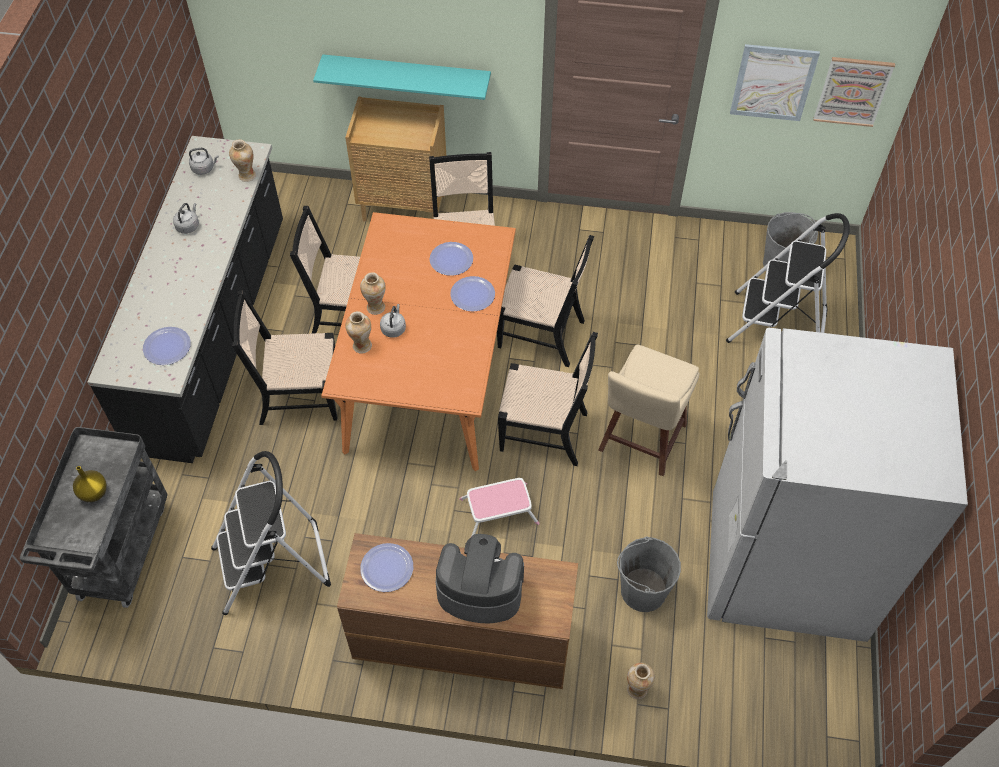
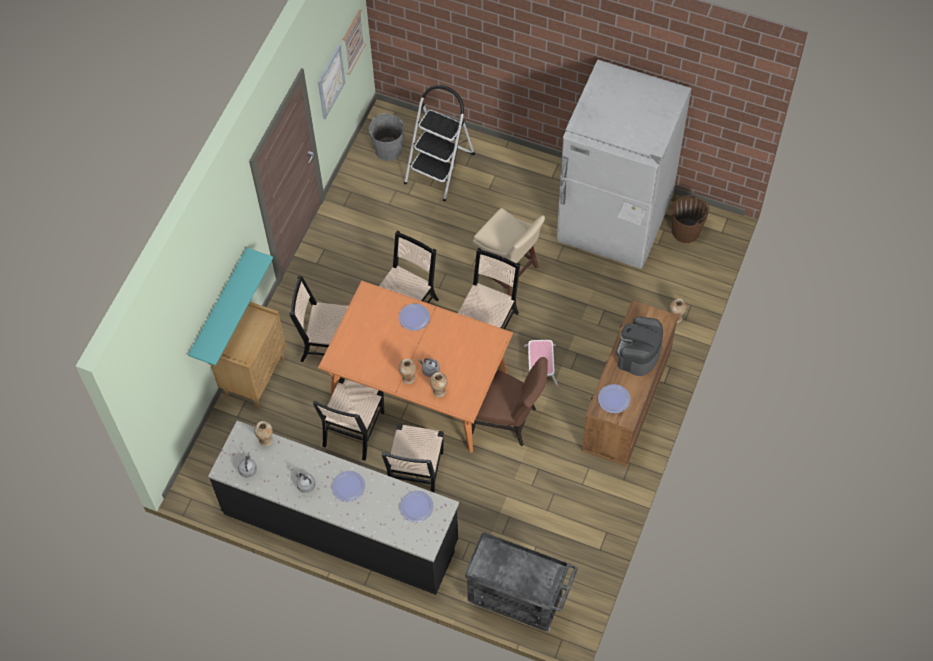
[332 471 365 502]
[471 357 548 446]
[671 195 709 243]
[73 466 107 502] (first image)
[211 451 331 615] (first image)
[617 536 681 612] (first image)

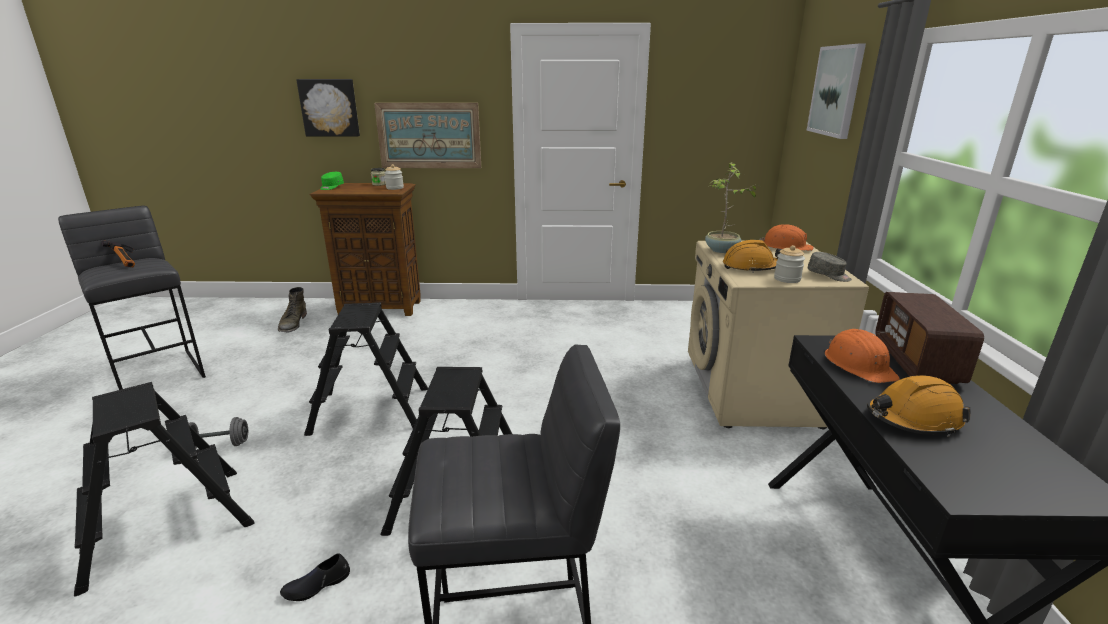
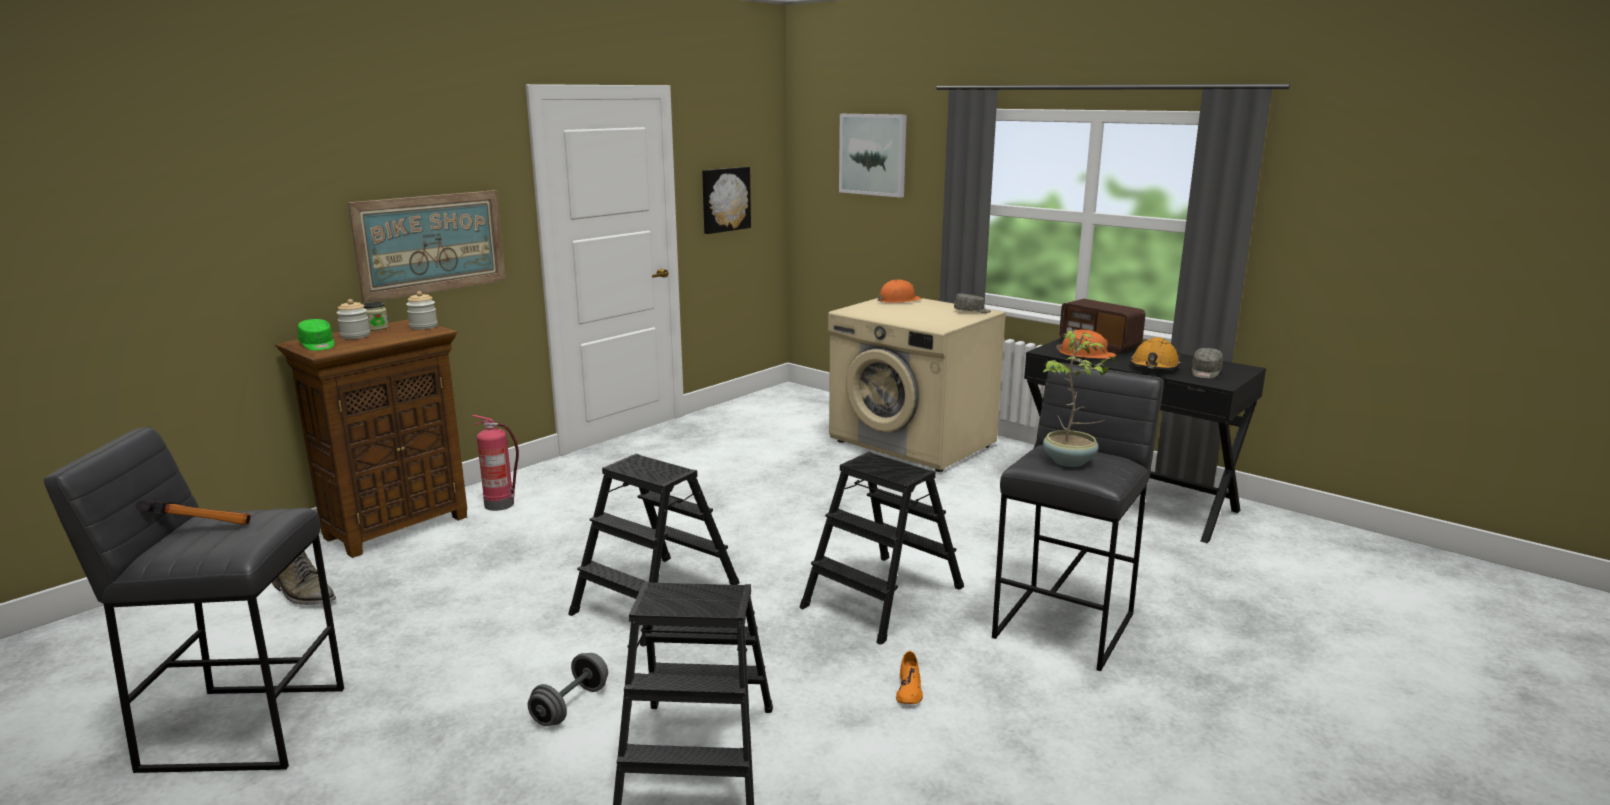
[337 299 370 339]
[472 415 519 511]
[702 167 751 234]
[896 651 923 704]
[1043 331 1116 467]
[1192 348 1223 379]
[723 240 782 273] (first image)

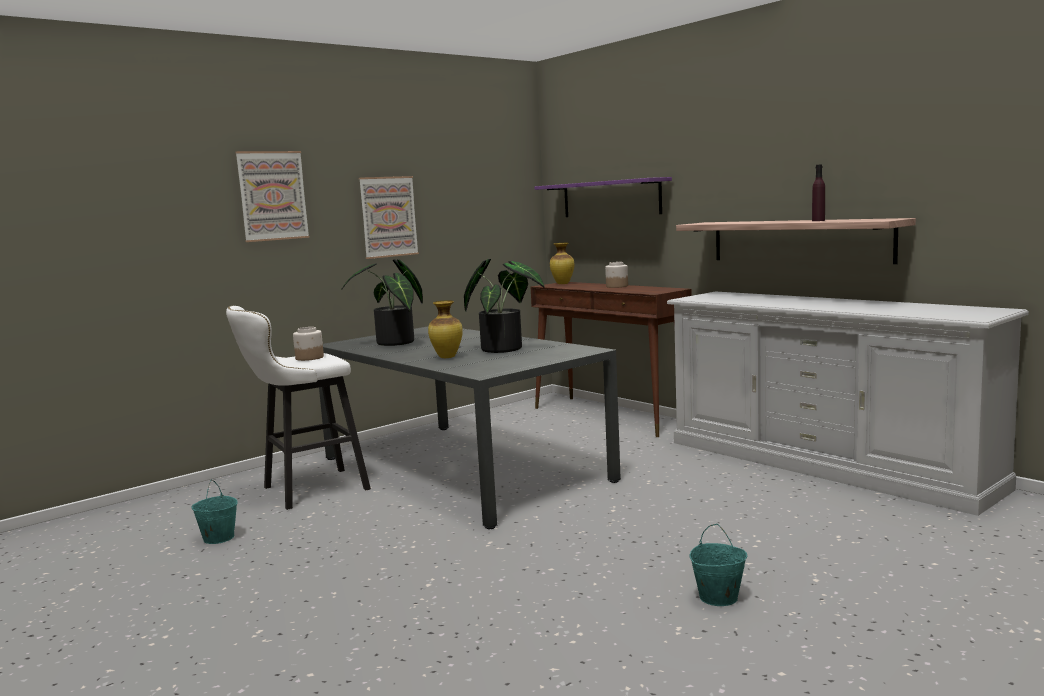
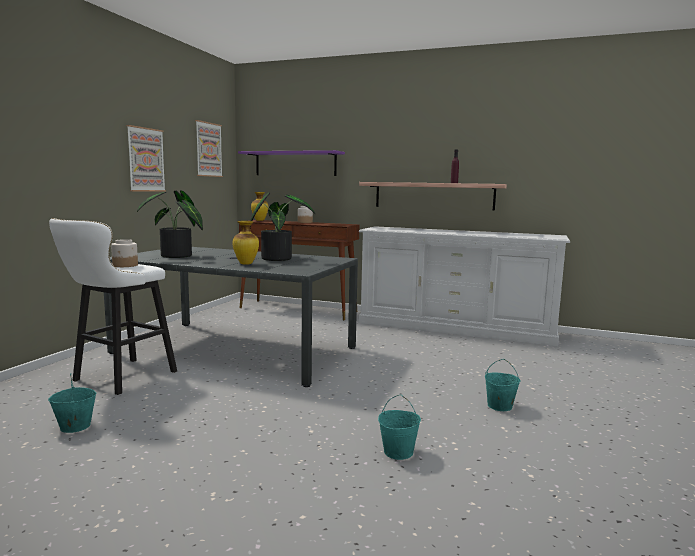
[195 120 223 177]
[378 395 421 460]

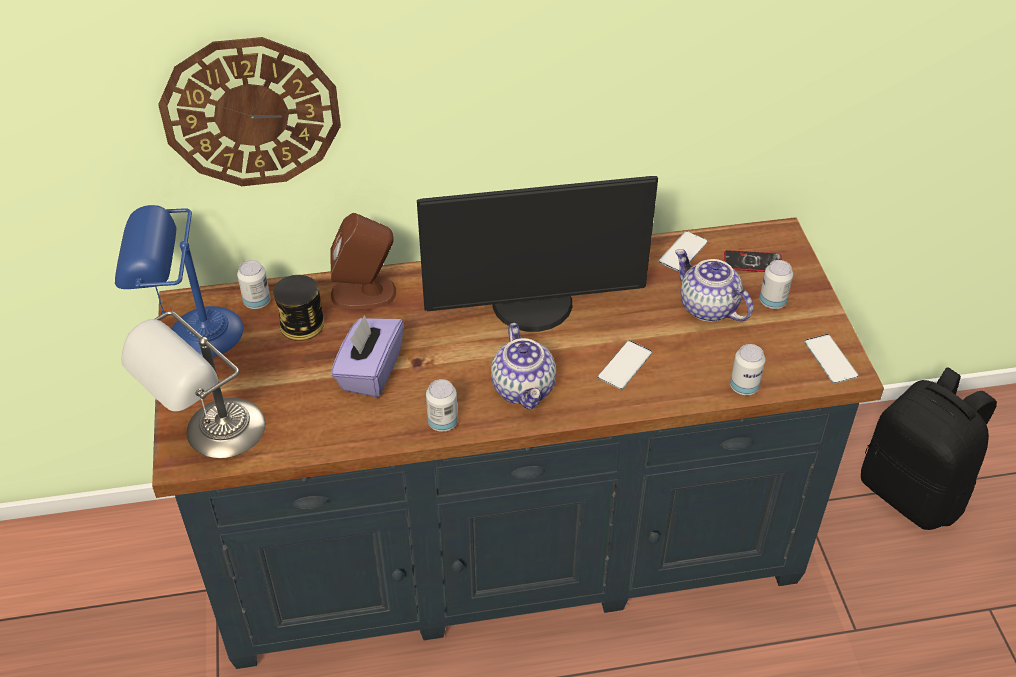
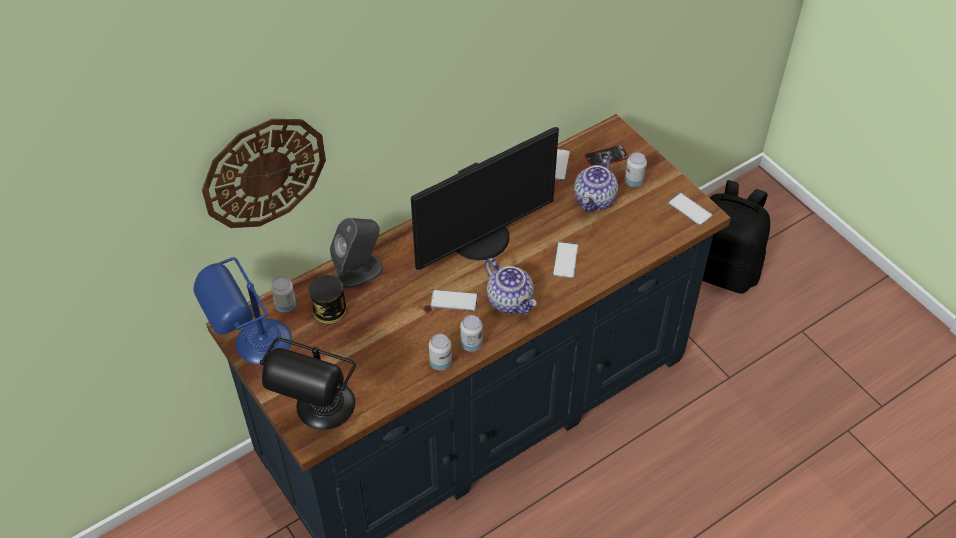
[260 337 356 430]
[330 218 383 288]
[429 334 452 370]
[431 290 478 311]
[574 156 618 212]
[331 315 404 397] (first image)

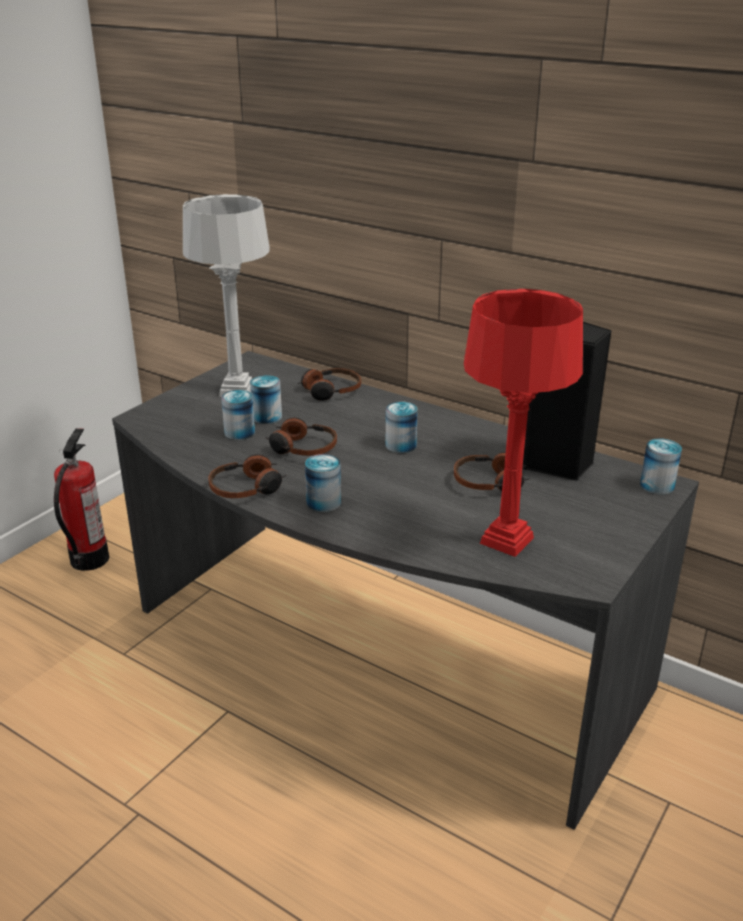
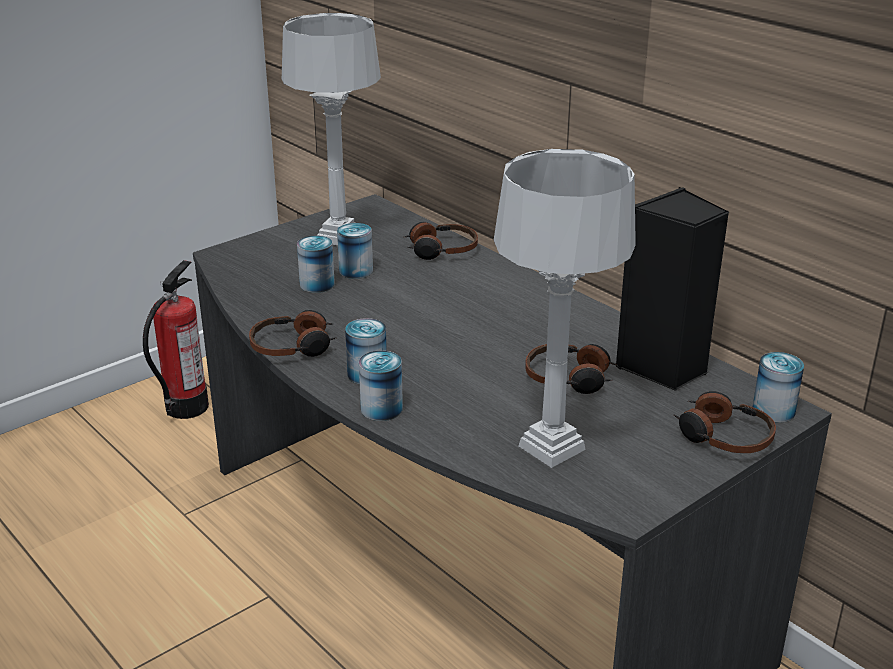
[359 351 403 421]
[494 149 636 468]
[674 391 776 453]

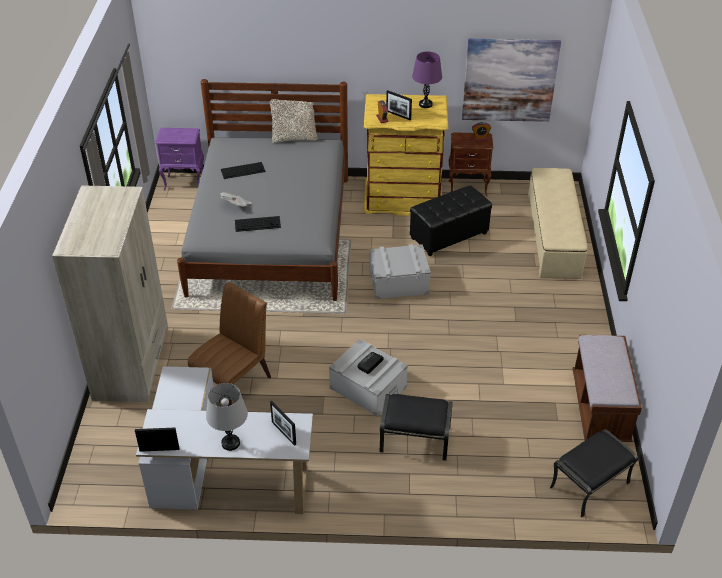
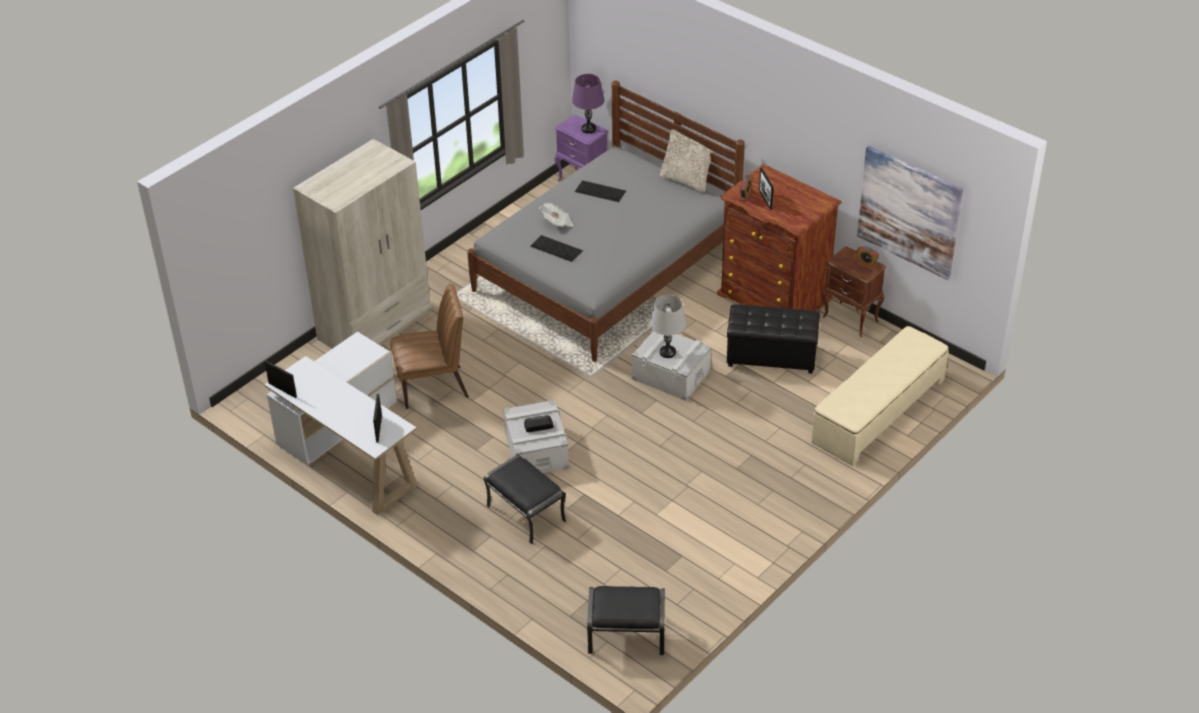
[572 74 604 134]
[650 295 686 358]
[717 164 842 311]
[573 335 642 442] (first image)

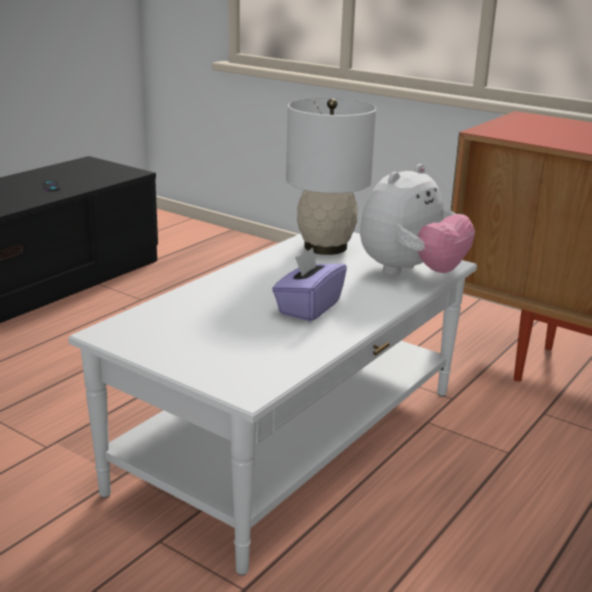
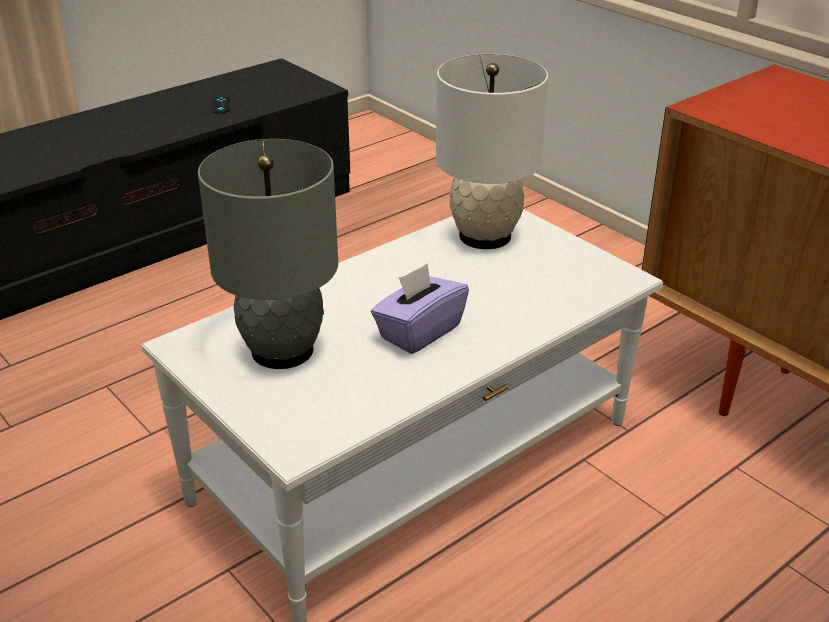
[198 139 338 369]
[360 164 475 275] (first image)

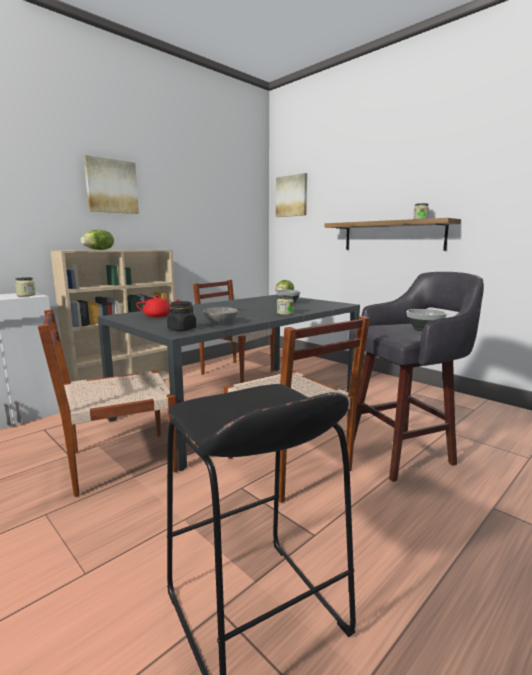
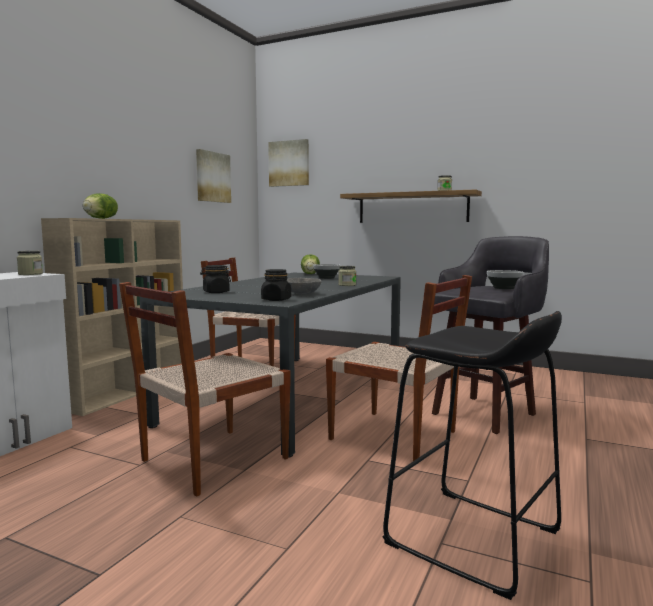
[196 149 231 203]
[200 265 231 293]

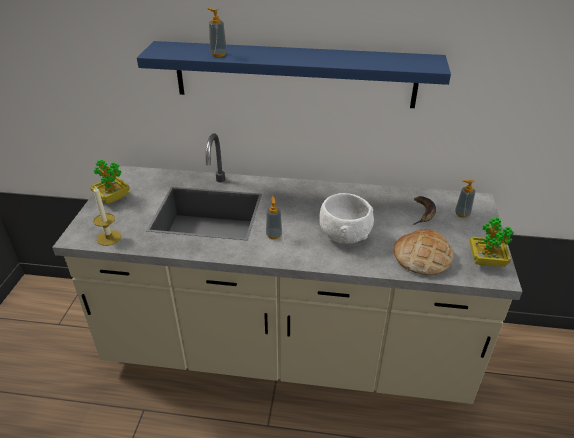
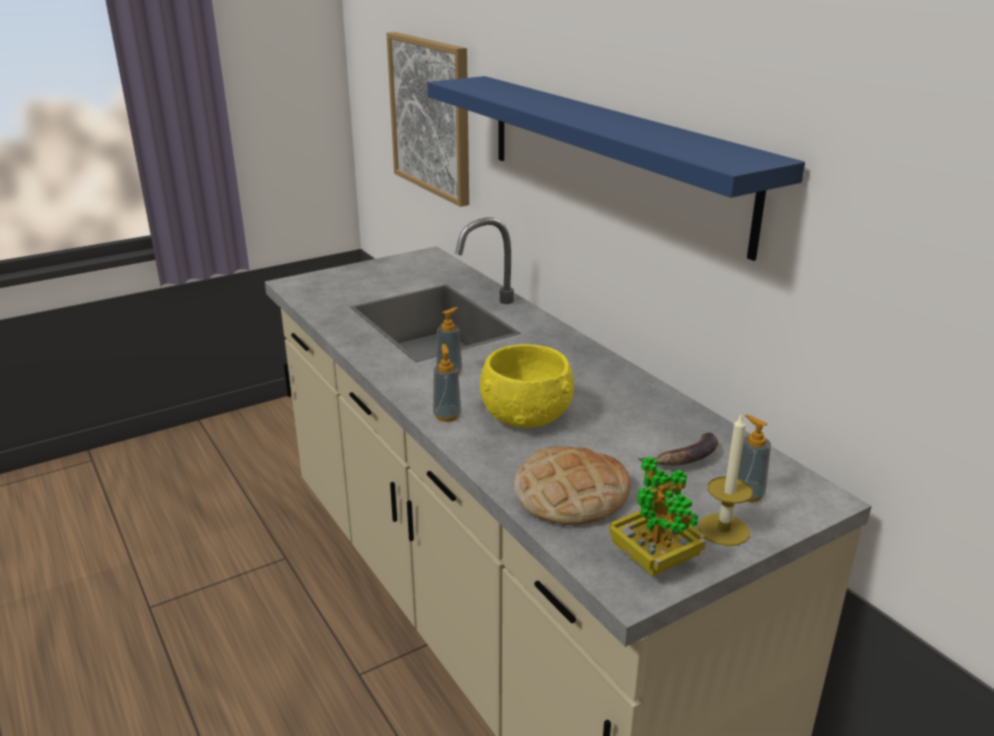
[386 32 469 207]
[433 344 461 422]
[480 344 574 428]
[698 412 753 546]
[90 159 130 203] (first image)

